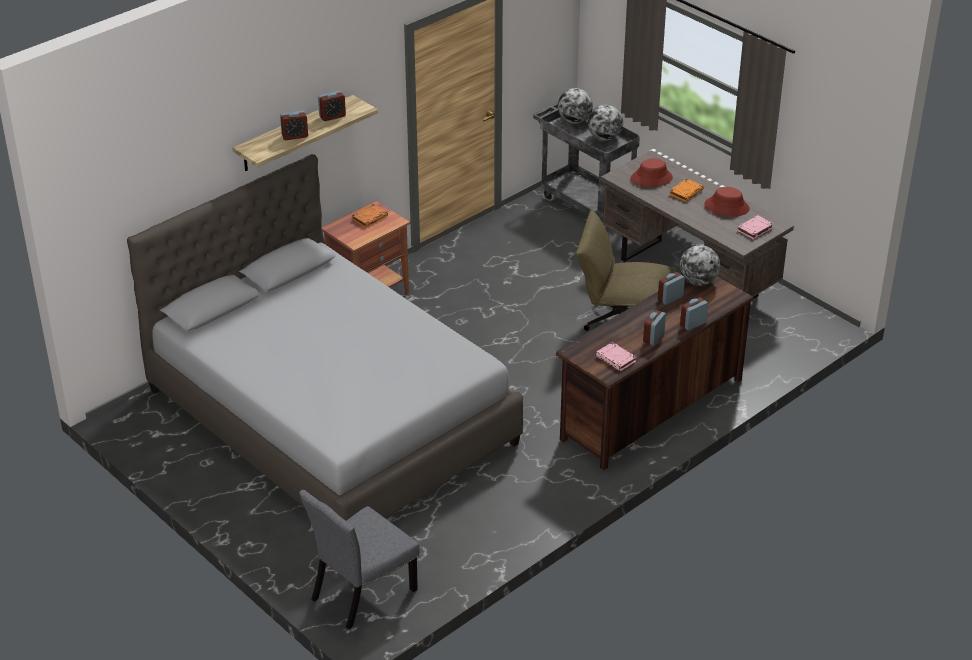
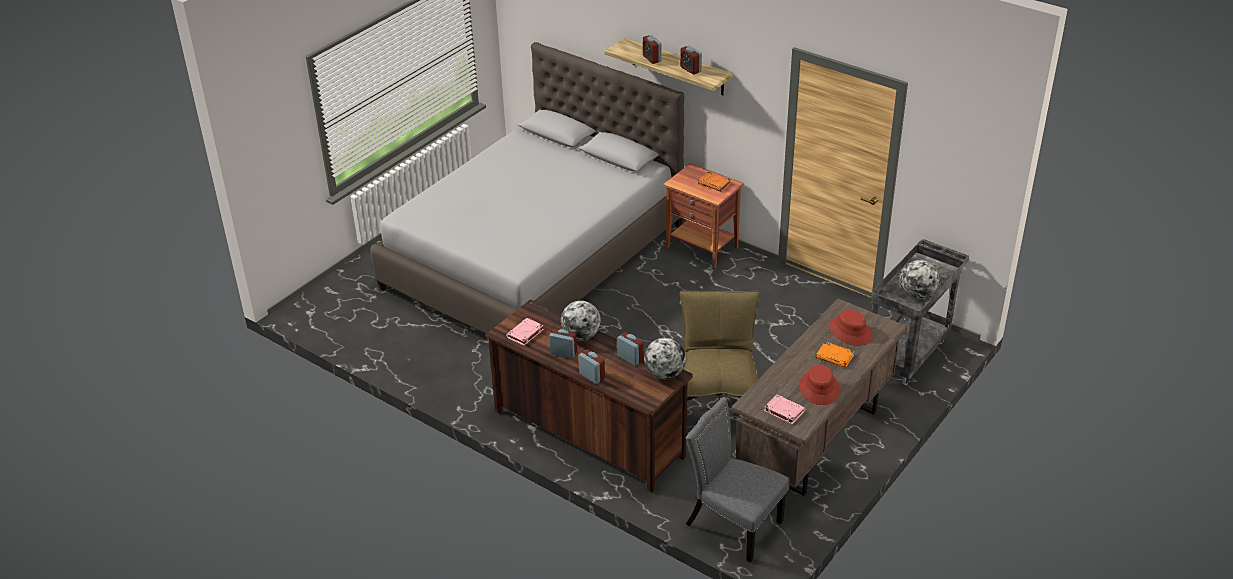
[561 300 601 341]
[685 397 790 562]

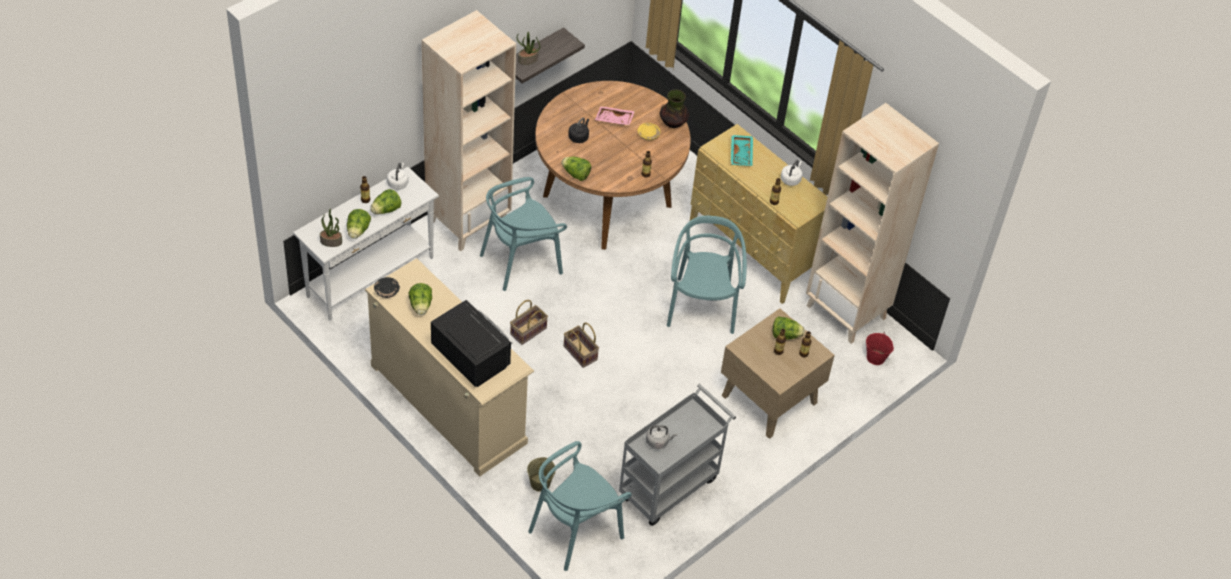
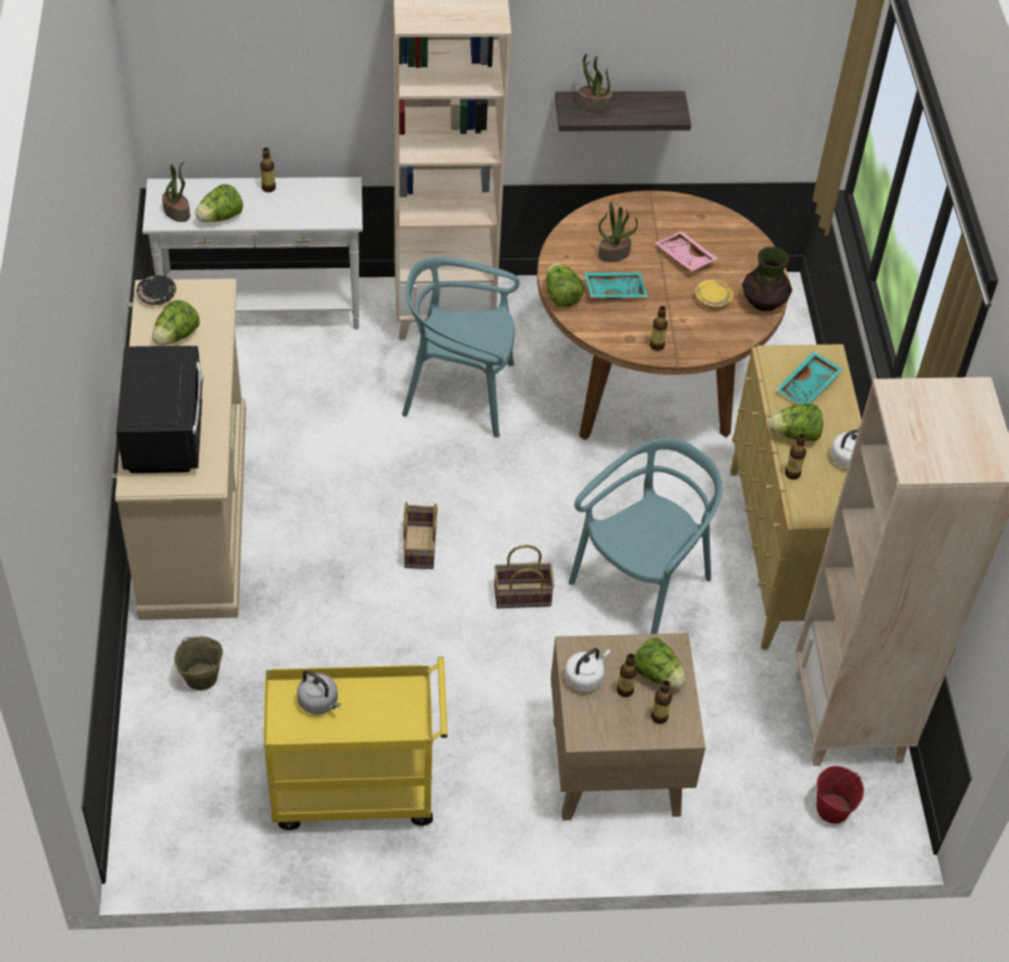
[264 657 448 830]
[494 545 554 608]
[565 648 611 692]
[584 272 648 299]
[598 201 638 262]
[769 404 823 442]
[528 441 632 571] (first image)

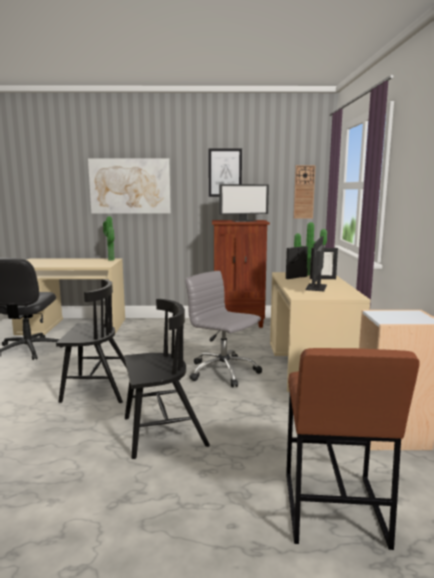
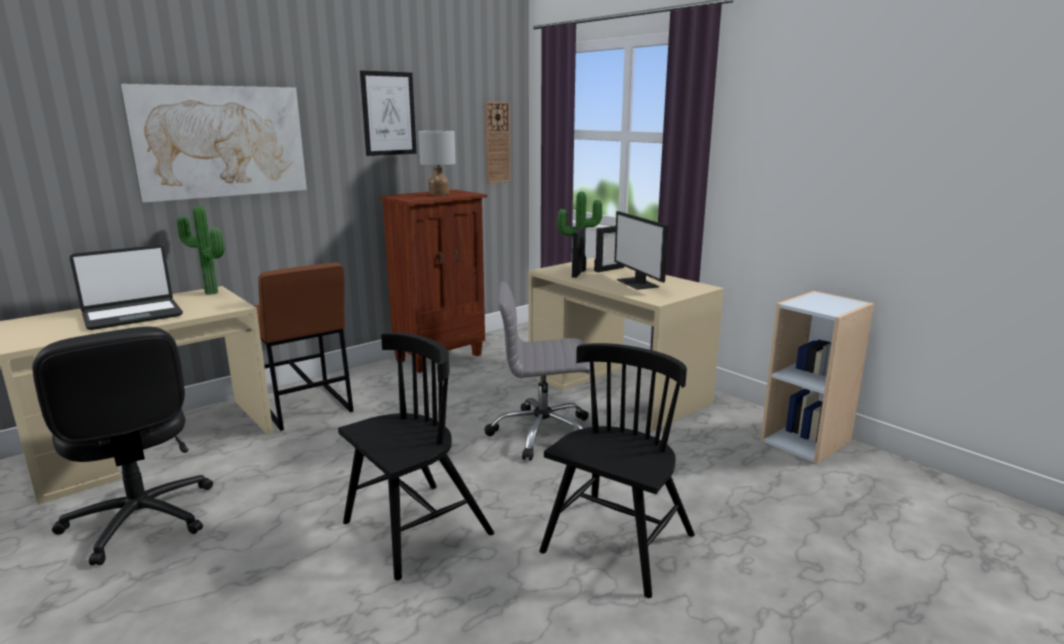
[70 245 183 330]
[255 263 353 431]
[418 131 456 196]

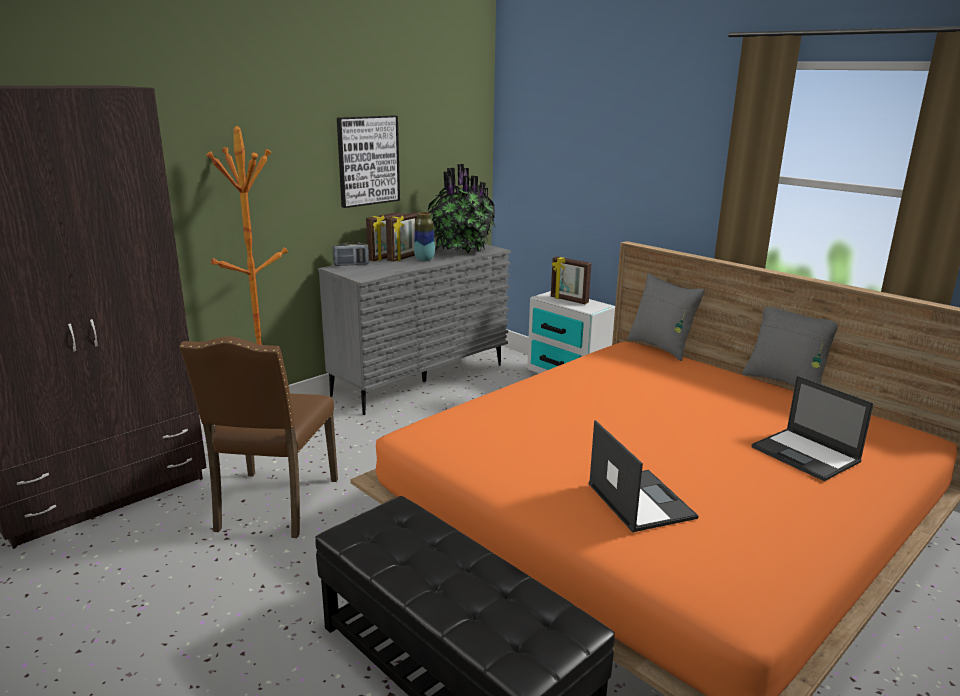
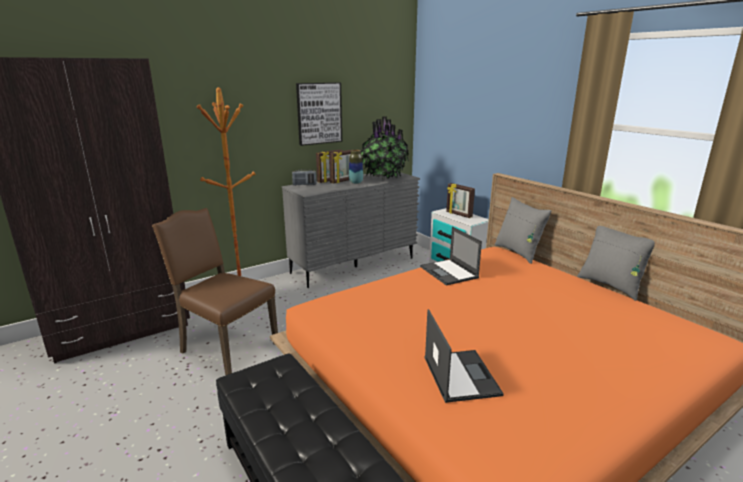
[152 208 278 376]
[420 226 482 286]

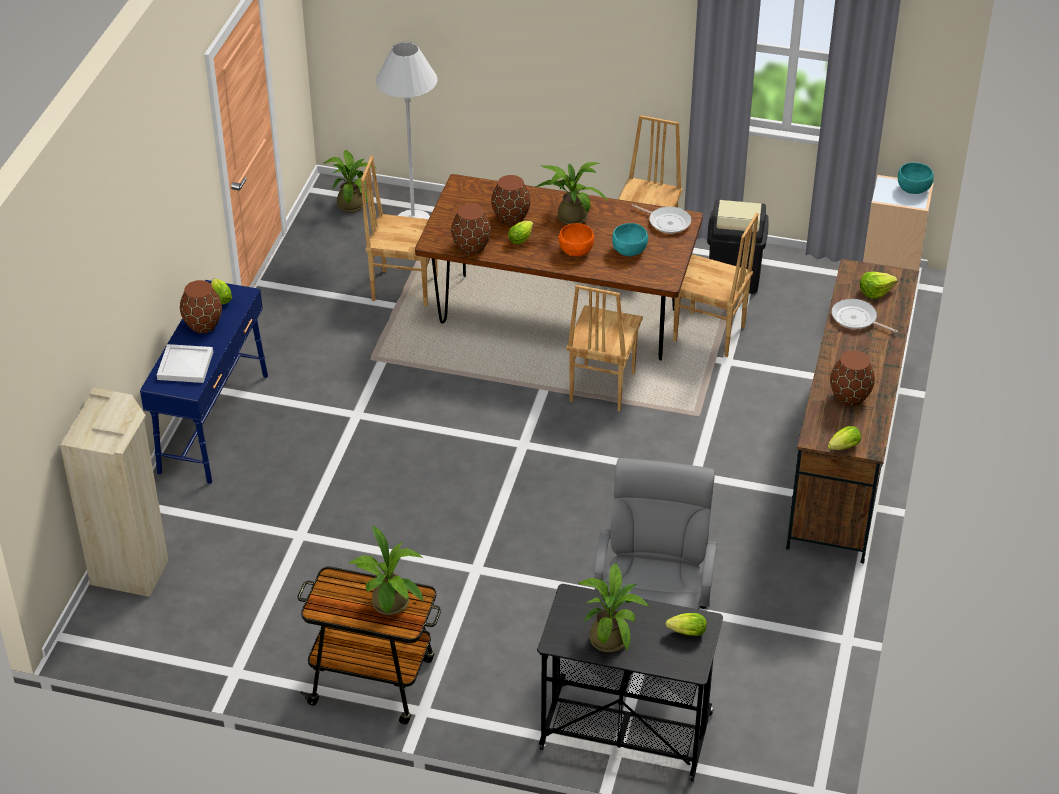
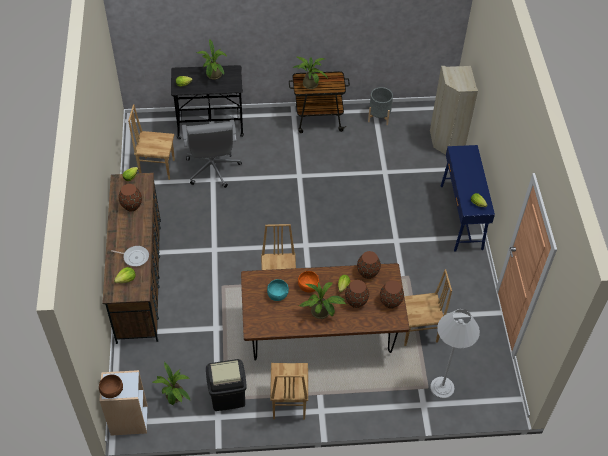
[99 374 123 398]
[128 104 175 180]
[152 362 190 405]
[368 87 393 125]
[380 281 404 309]
[157 344 213 383] (first image)
[632 204 691 234] (first image)

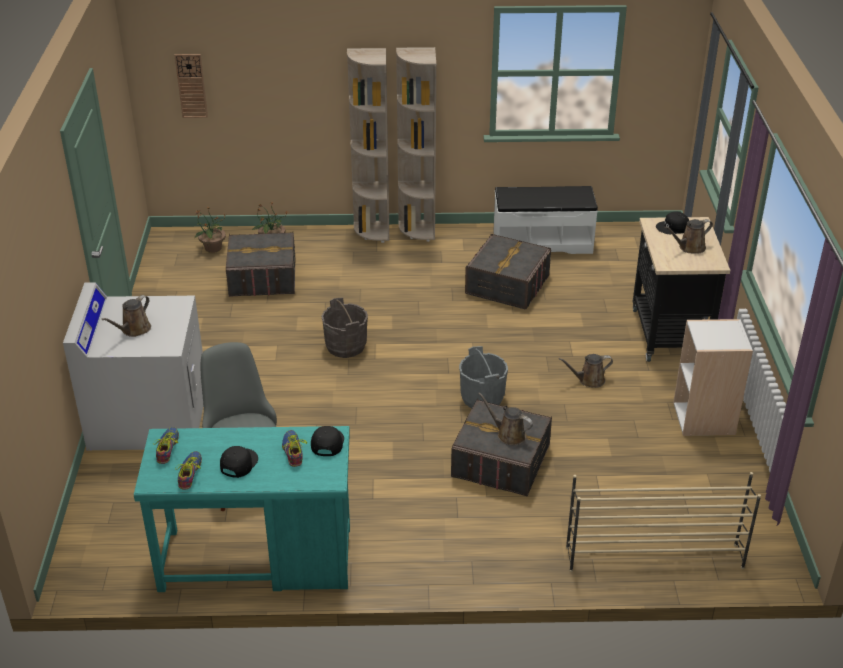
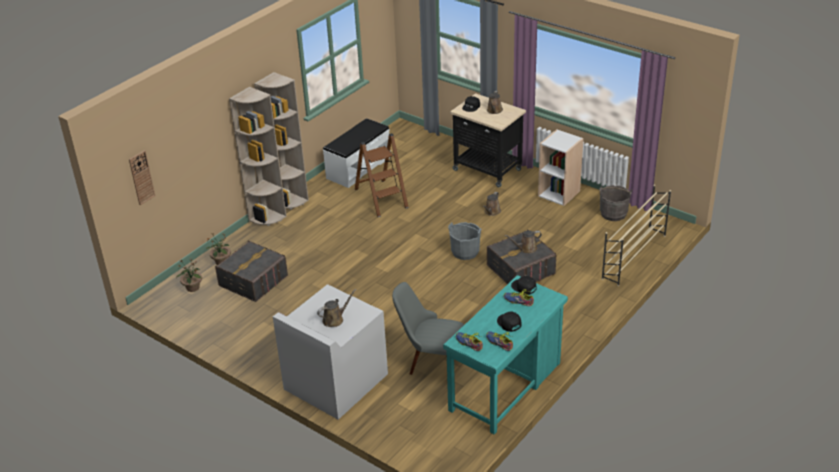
[317 289 356 327]
[355 133 409 217]
[600 185 632 221]

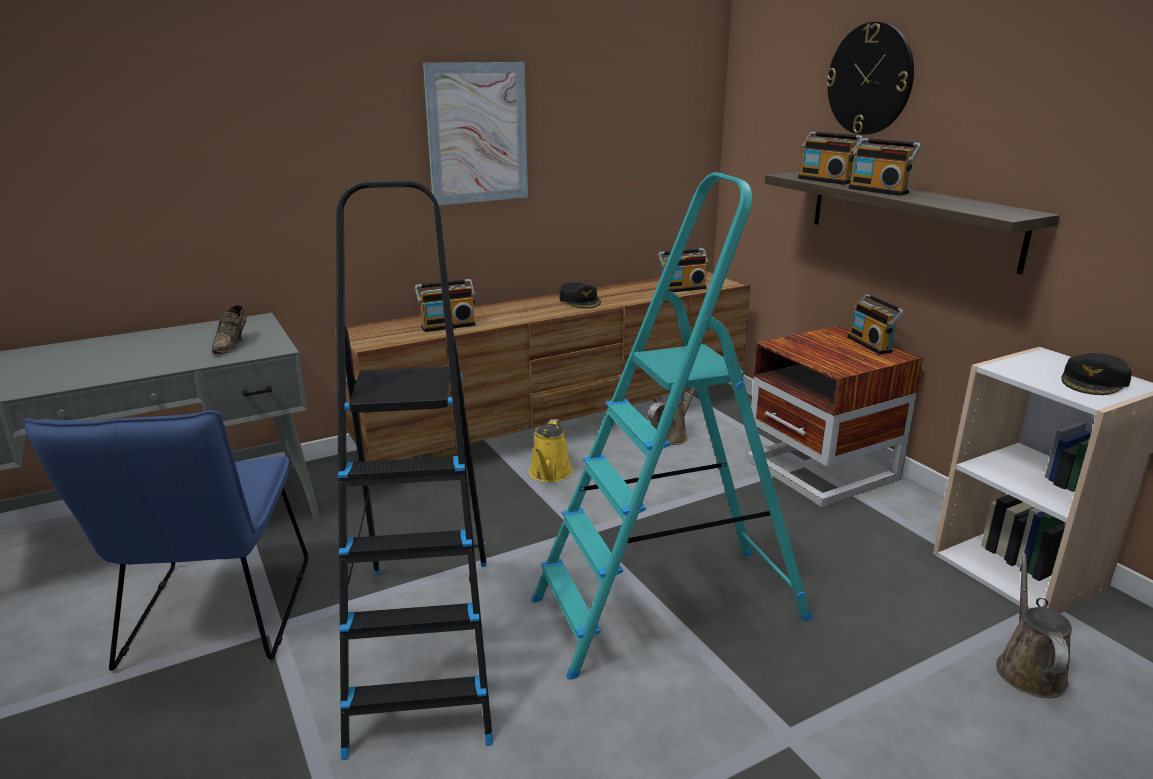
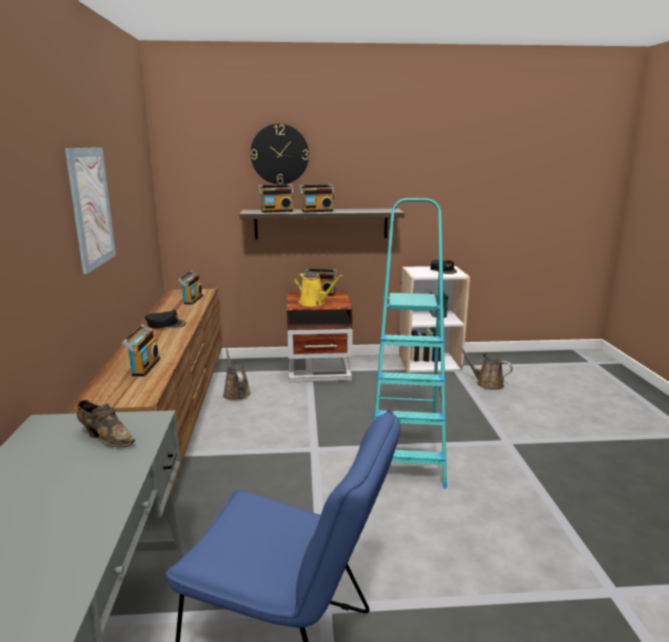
[294 273 343 306]
[336 181 493 760] (first image)

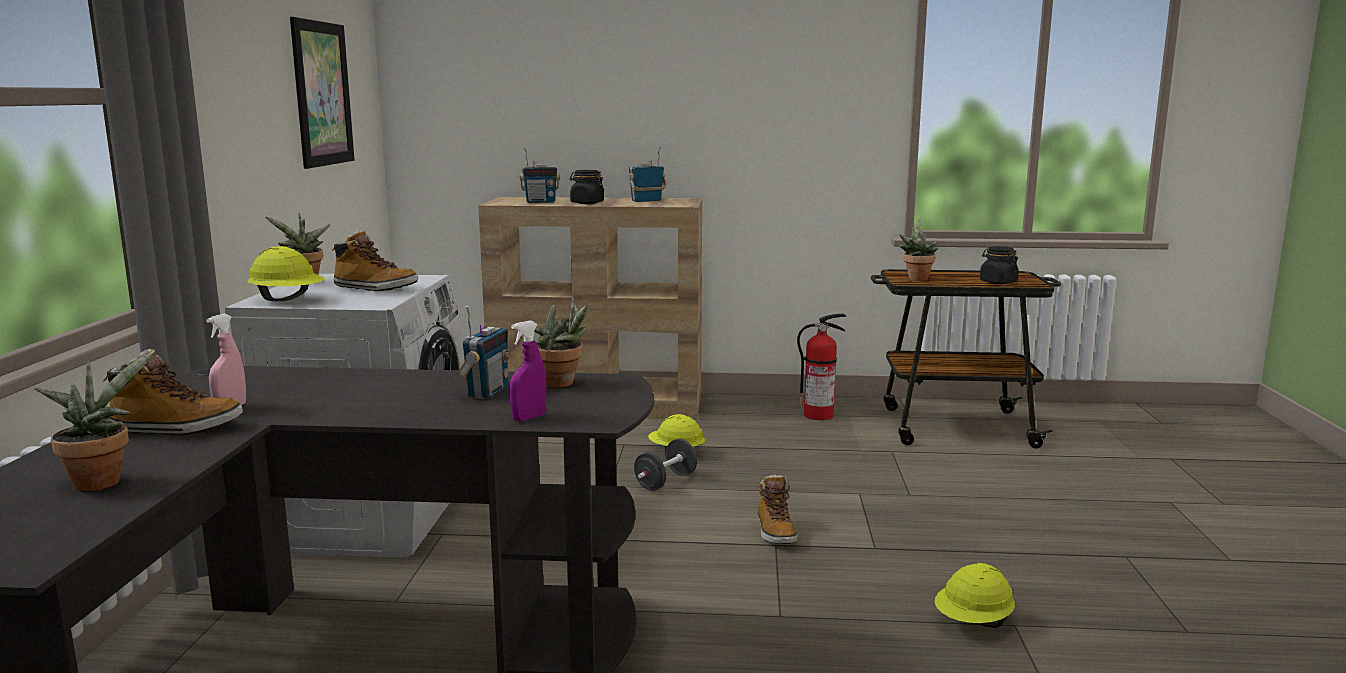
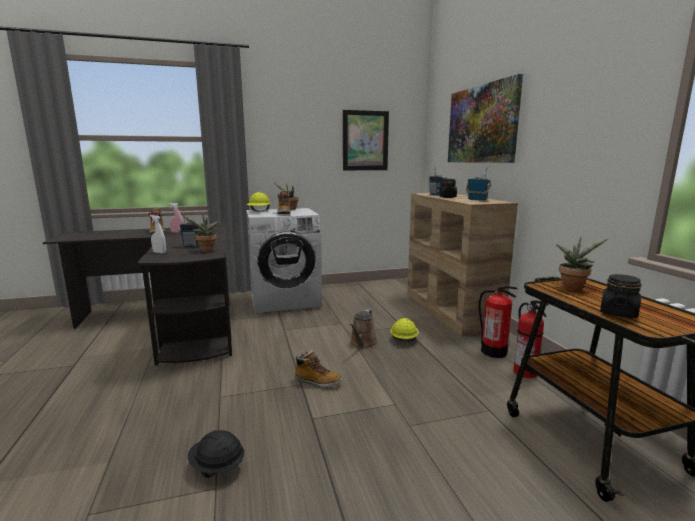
[150 215 166 253]
[188 430 244 478]
[294 350 342 388]
[350 309 378 349]
[448 74 523 163]
[479 286 517 358]
[34 351 155 491] (first image)

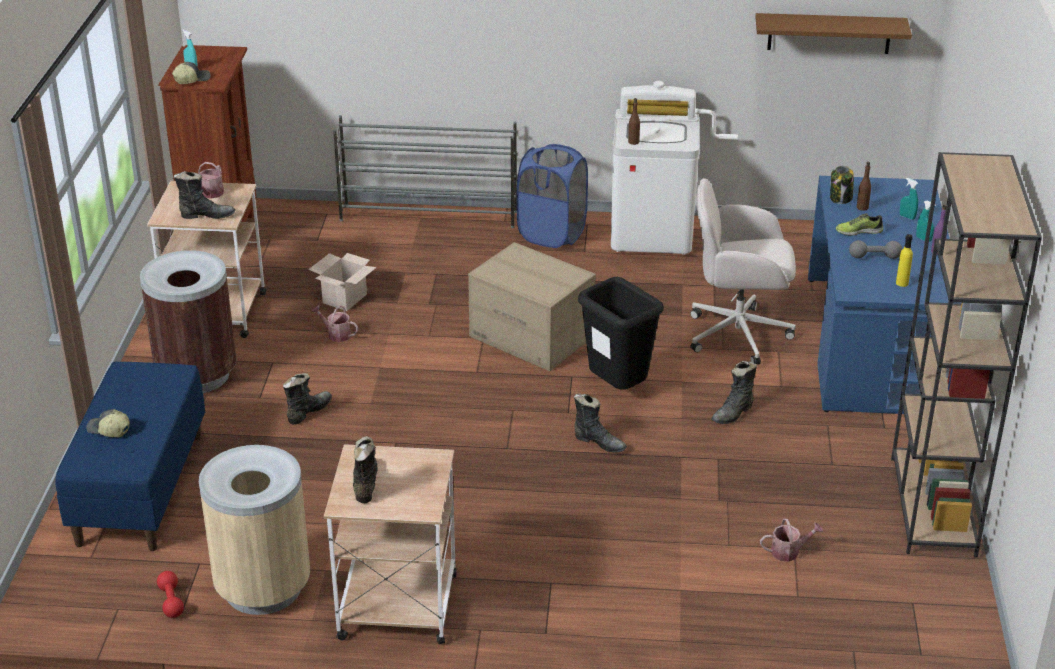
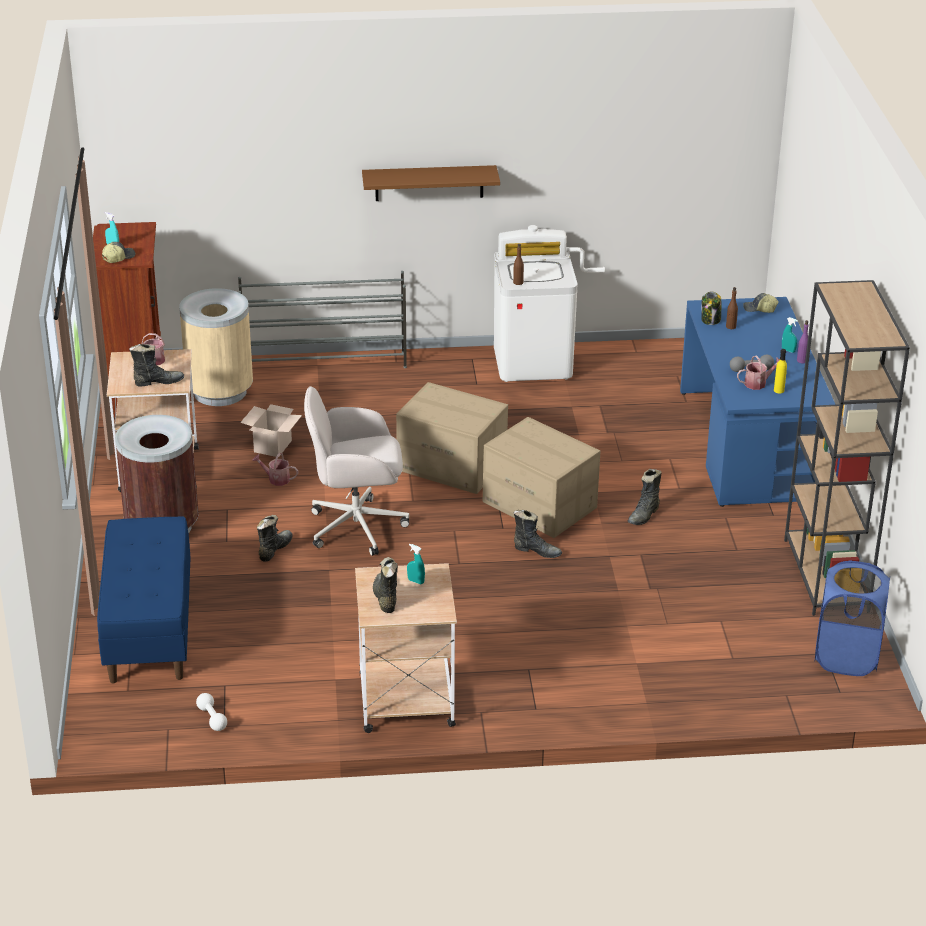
[179 288 253 406]
[196 693 227 731]
[304 386 409 556]
[362 165 500 201]
[407 544 425 584]
[483 417 601 538]
[737 355 780 390]
[743 293 779 313]
[815 560 890 676]
[836 213 883 236] (first image)

